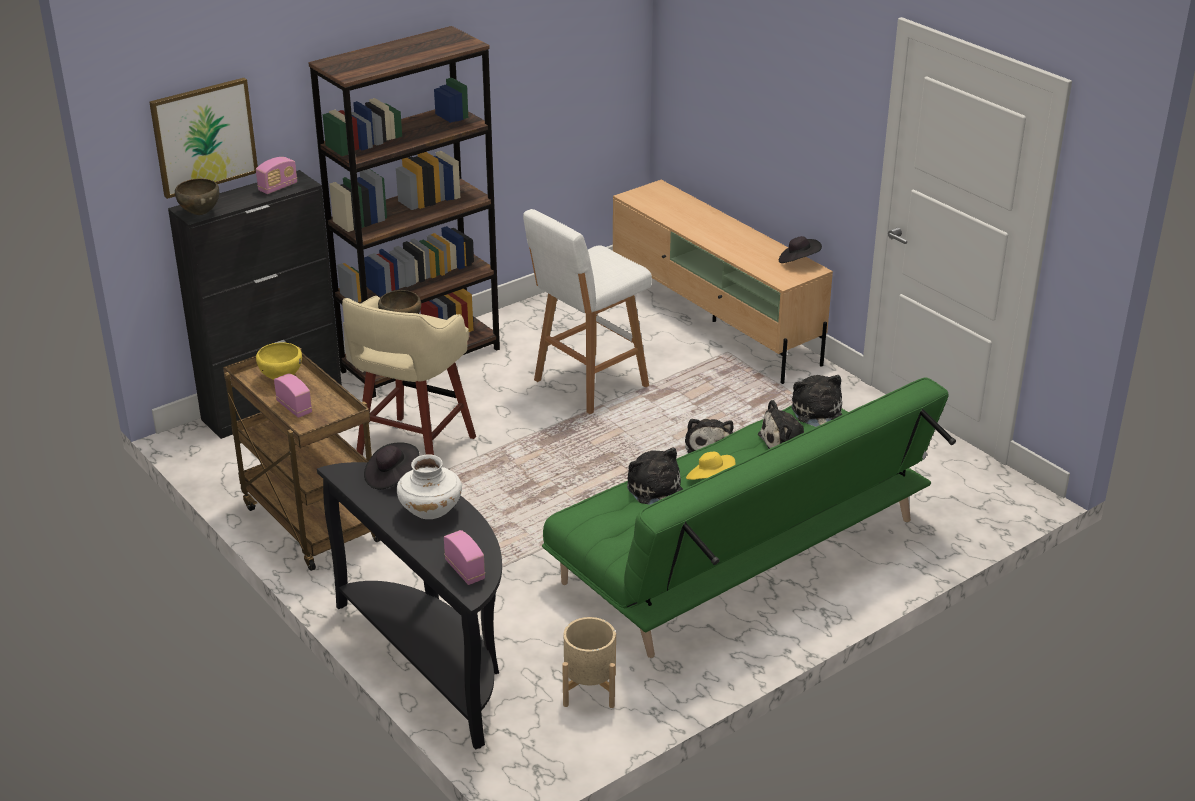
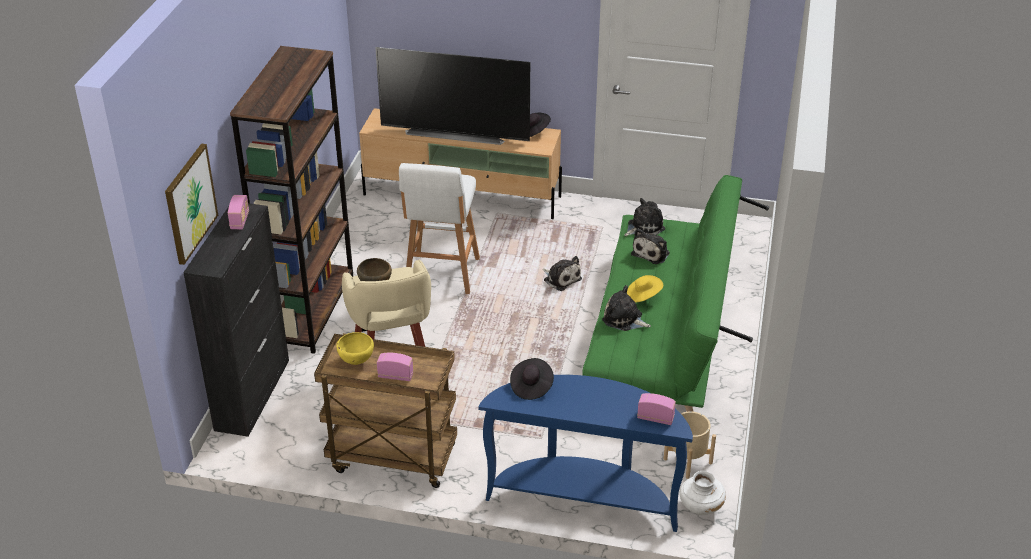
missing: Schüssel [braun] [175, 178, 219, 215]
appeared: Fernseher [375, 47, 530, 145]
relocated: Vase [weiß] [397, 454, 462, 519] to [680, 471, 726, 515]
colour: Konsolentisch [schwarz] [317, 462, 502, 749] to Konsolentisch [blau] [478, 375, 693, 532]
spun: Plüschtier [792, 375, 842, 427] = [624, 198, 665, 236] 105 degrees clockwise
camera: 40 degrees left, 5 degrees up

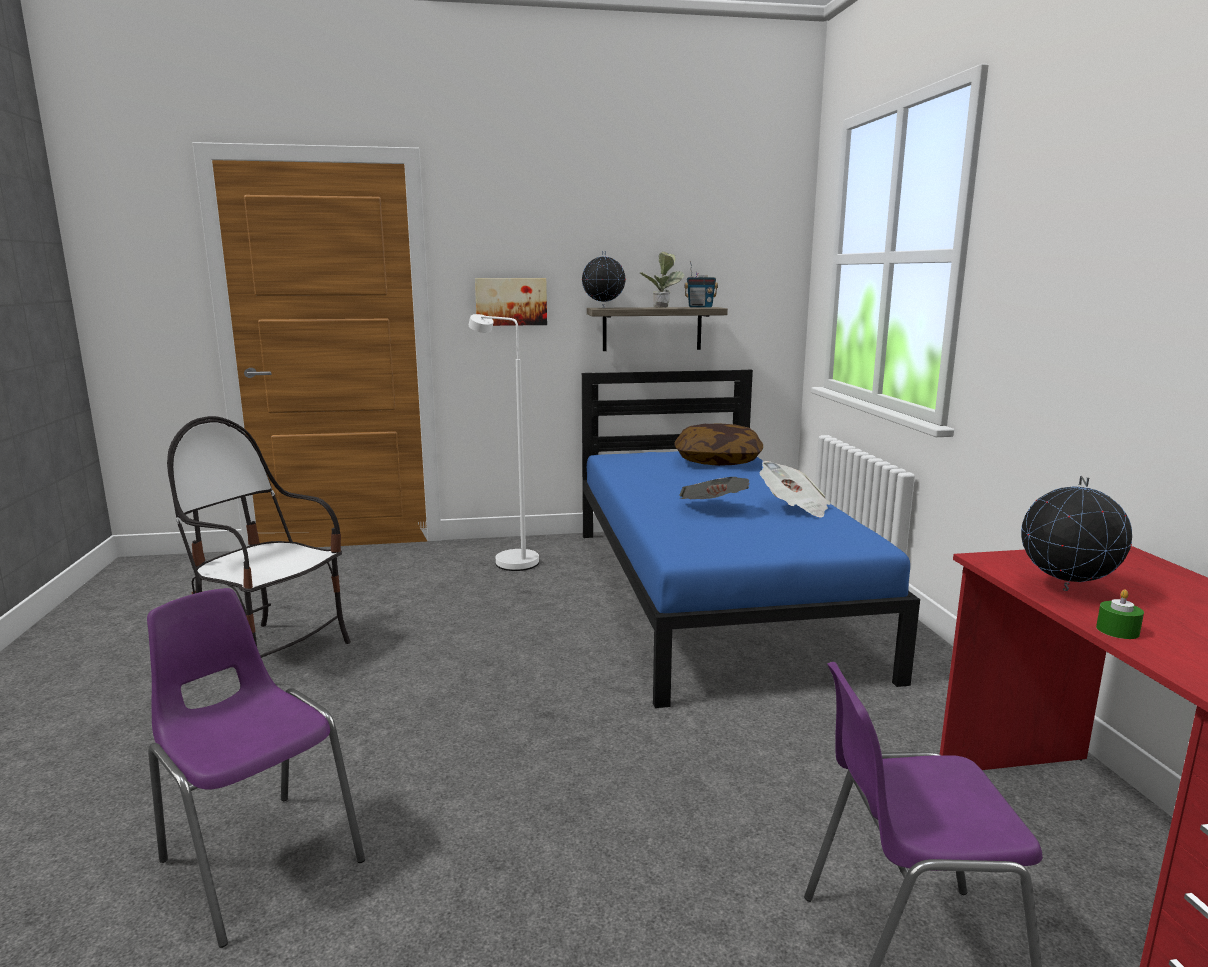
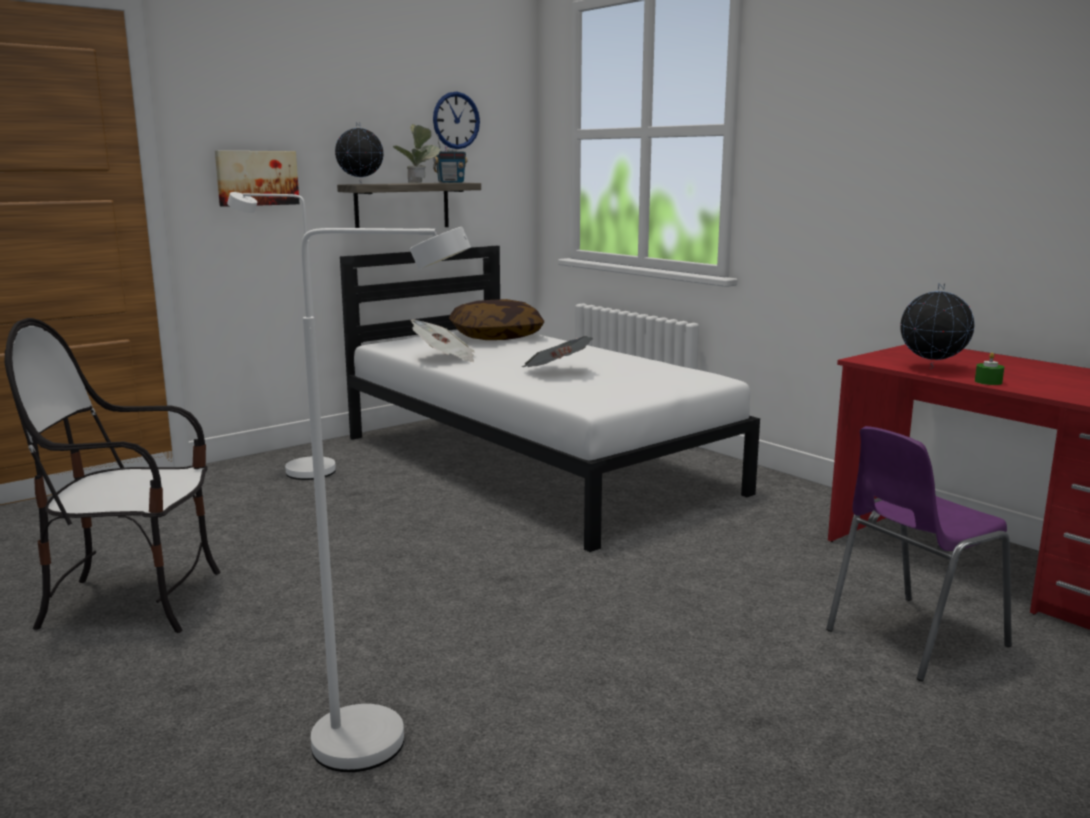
appeared: Wanduhr [433, 92, 480, 149]
relocated: Zeitung [759, 461, 831, 518] to [411, 319, 474, 362]
exchanged: Stuhl [lila] [147, 588, 365, 948] to Stehlampe [weiß] [302, 227, 471, 772]
colour: Bett [blau] [582, 370, 920, 708] to Bett [weiß] [340, 246, 760, 552]
camera: 30 degrees left, 0 degrees up

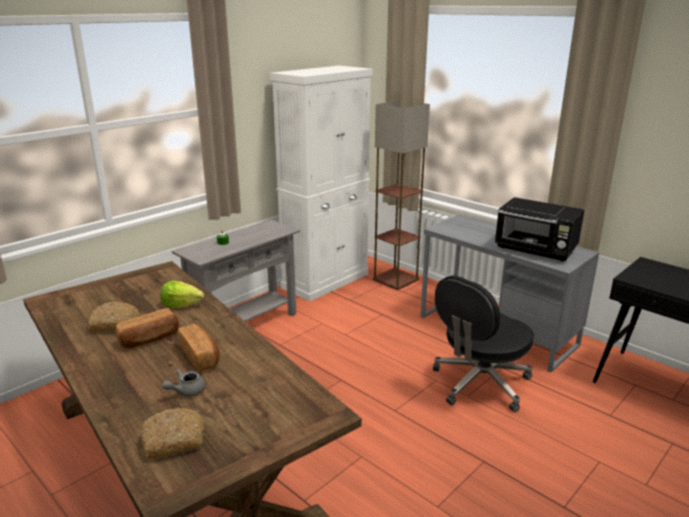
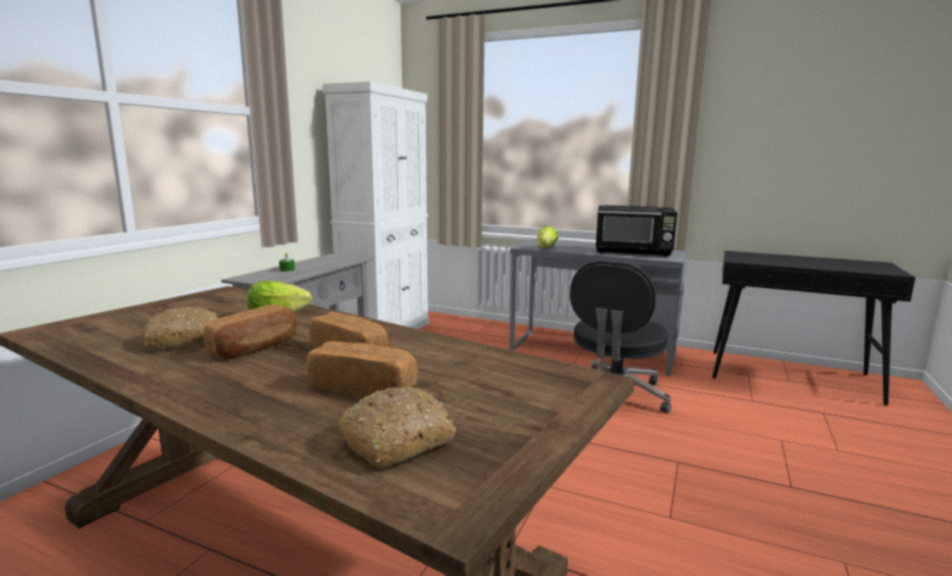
missing: Stehlampe [373, 100, 430, 290]
appeared: Salatkopf [537, 226, 558, 248]
exchanged: Teekanne [grau] [162, 369, 206, 397] to Brot [307, 341, 418, 396]
camera: 20 degrees left, 10 degrees down

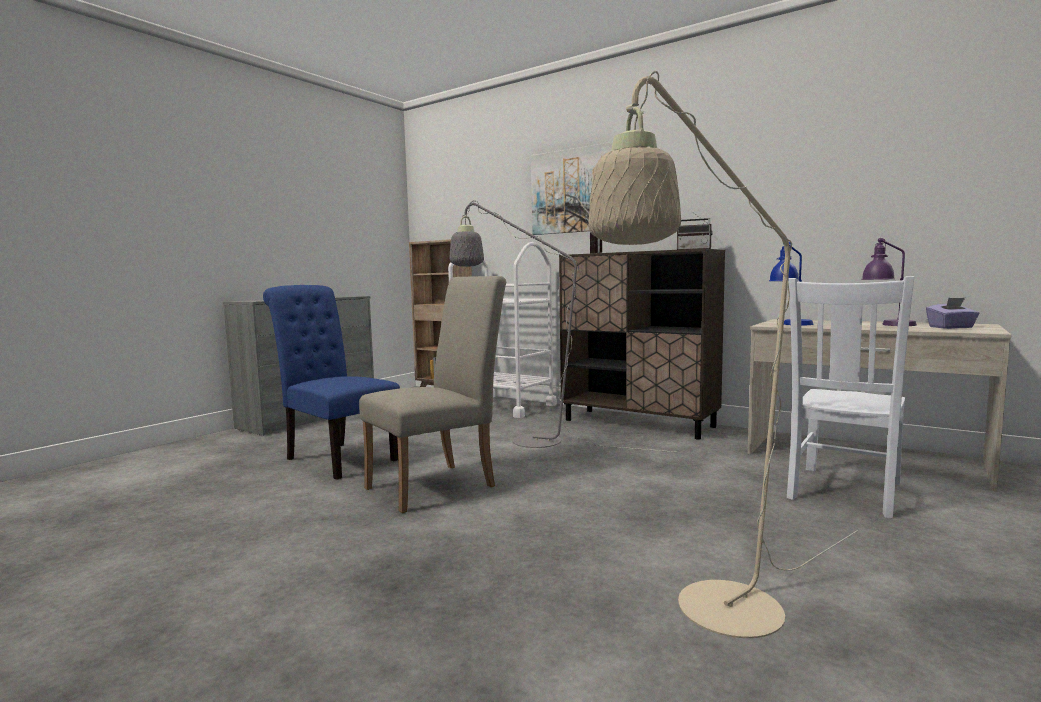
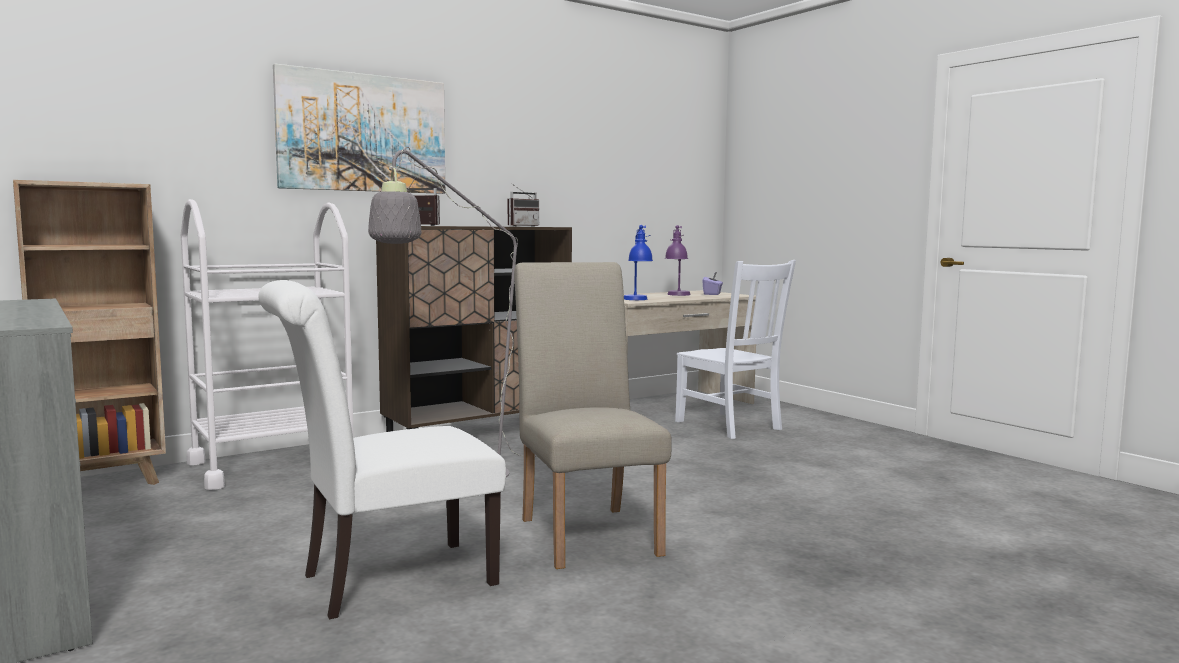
missing: Stehlampe [beige] [588, 71, 858, 638]
colour: Stuhl [blau] [263, 285, 400, 480] to Stuhl [weiß] [258, 280, 506, 620]
camera: 70 degrees left, 0 degrees up

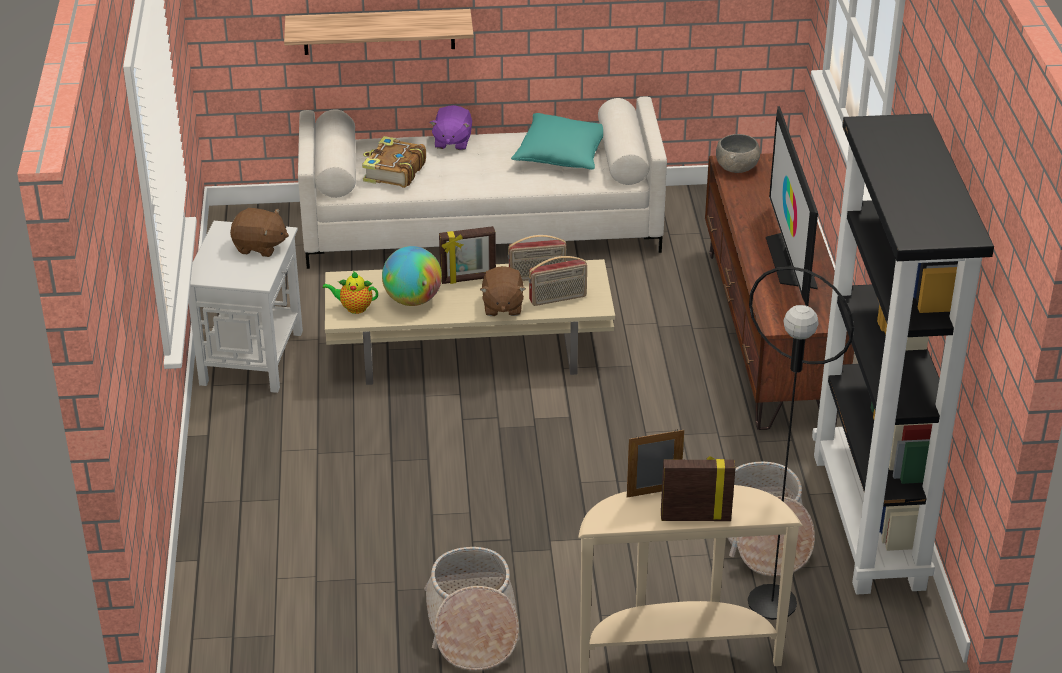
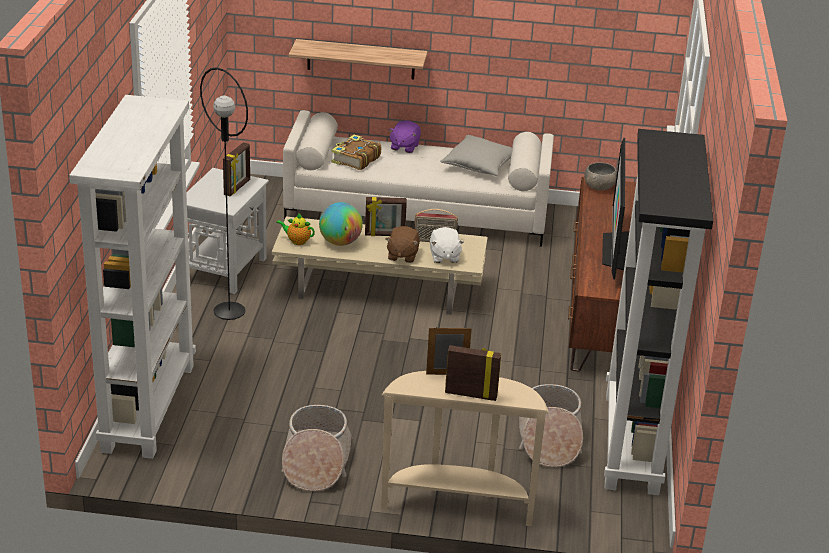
appeared: Bücherregal [weiß] [69, 95, 196, 459]
relocated: Stehlampe [schwarz] [748, 266, 854, 620] to [200, 67, 248, 320]
exchanged: Plüschtier [braun] [230, 208, 289, 257] to Bilderrahmen [223, 142, 250, 196]; Radio [529, 256, 587, 306] to Plüschtier [weiß] [430, 227, 464, 263]
colour: Kissen [türkis] [511, 113, 603, 170] to Kissen [grau] [440, 135, 513, 176]
camera: 10 degrees right, 5 degrees down

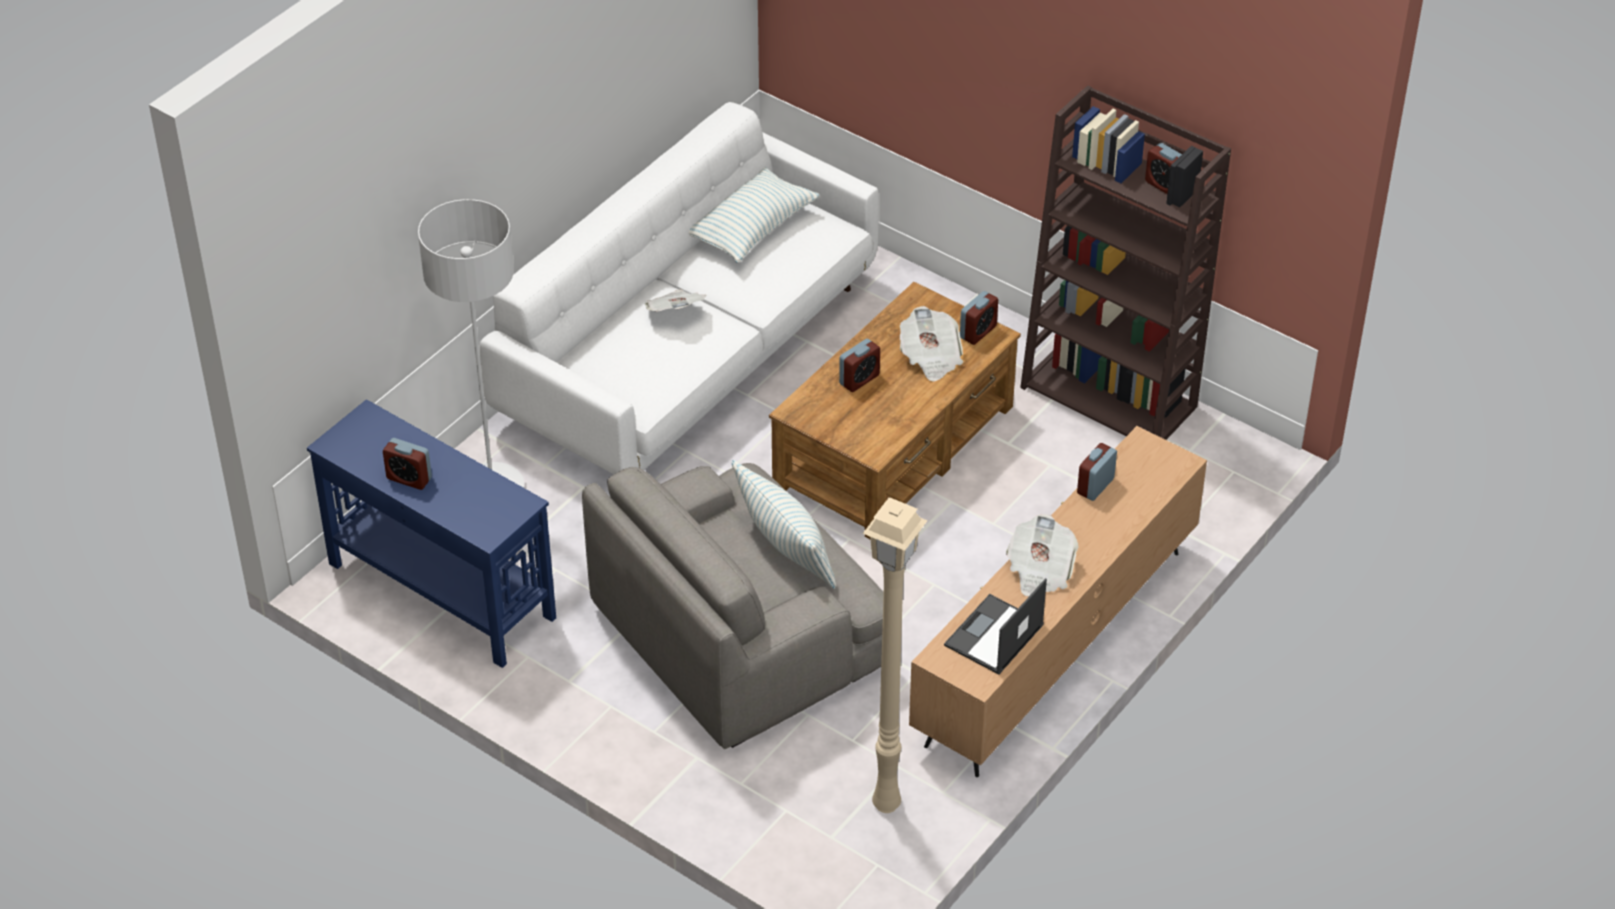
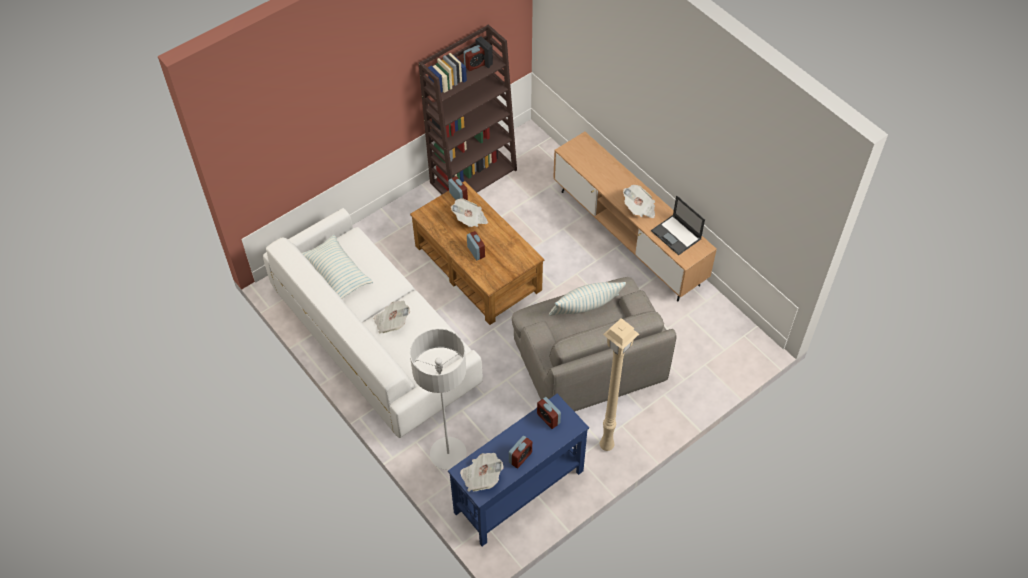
appeared: Zeitung [460, 453, 504, 492]
relocated: Stehlampe [beige] [863, 497, 928, 813] to [600, 318, 639, 451]; Wecker [1077, 443, 1117, 501] to [537, 397, 561, 429]
camera: 75 degrees left, 10 degrees up

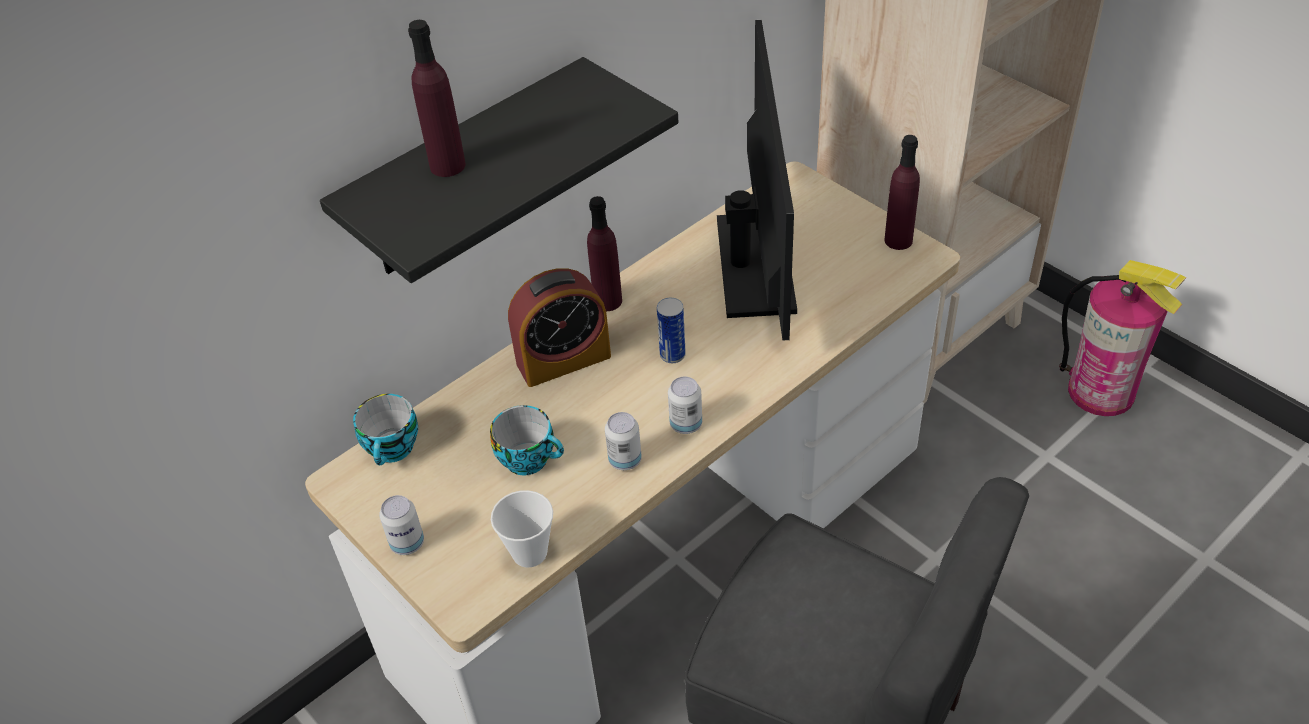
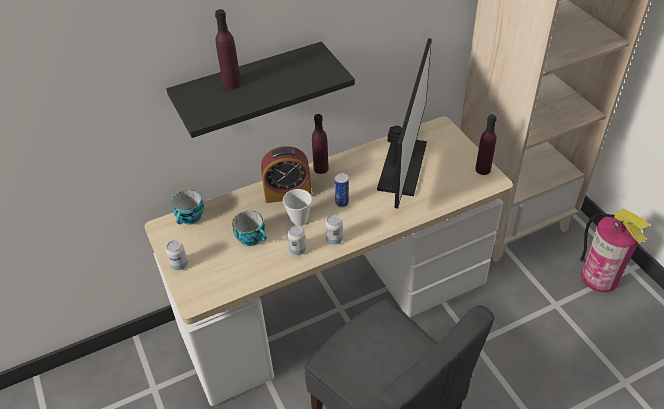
relocated: Tasse [491, 490, 553, 568] to [283, 189, 312, 226]
camera: 15 degrees right, 0 degrees up

